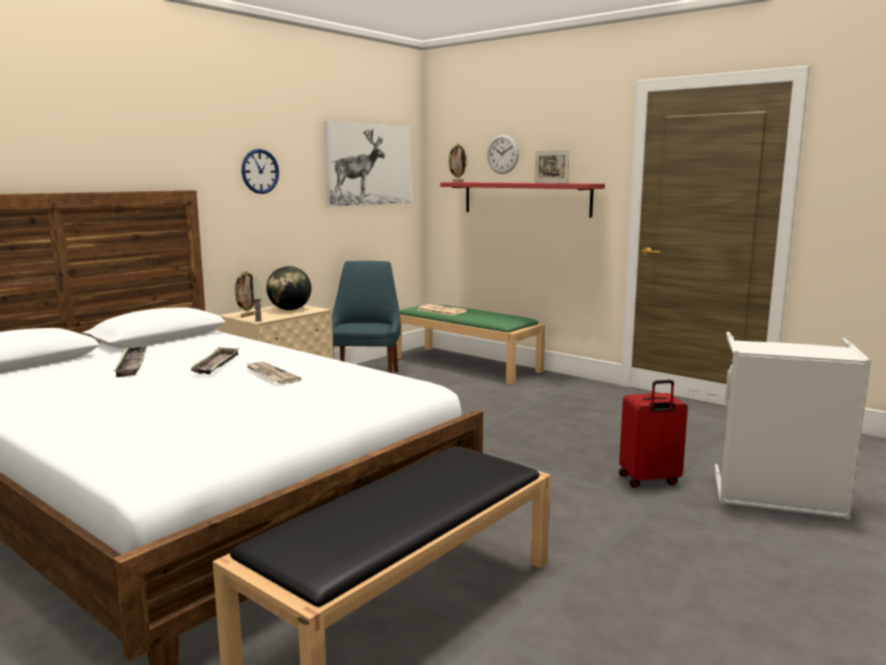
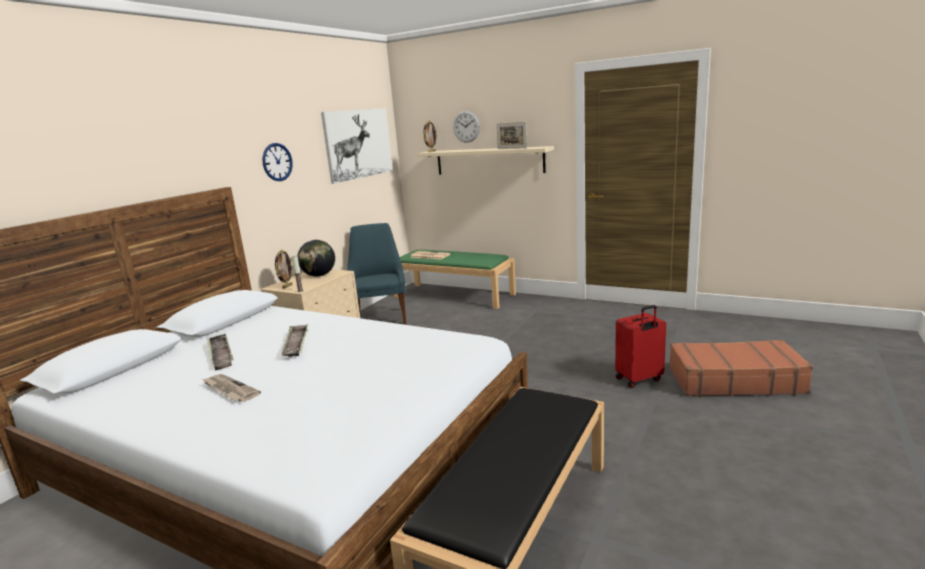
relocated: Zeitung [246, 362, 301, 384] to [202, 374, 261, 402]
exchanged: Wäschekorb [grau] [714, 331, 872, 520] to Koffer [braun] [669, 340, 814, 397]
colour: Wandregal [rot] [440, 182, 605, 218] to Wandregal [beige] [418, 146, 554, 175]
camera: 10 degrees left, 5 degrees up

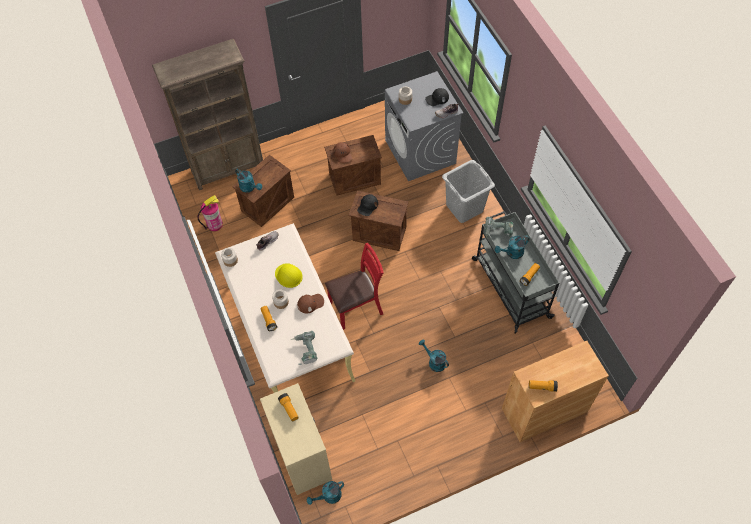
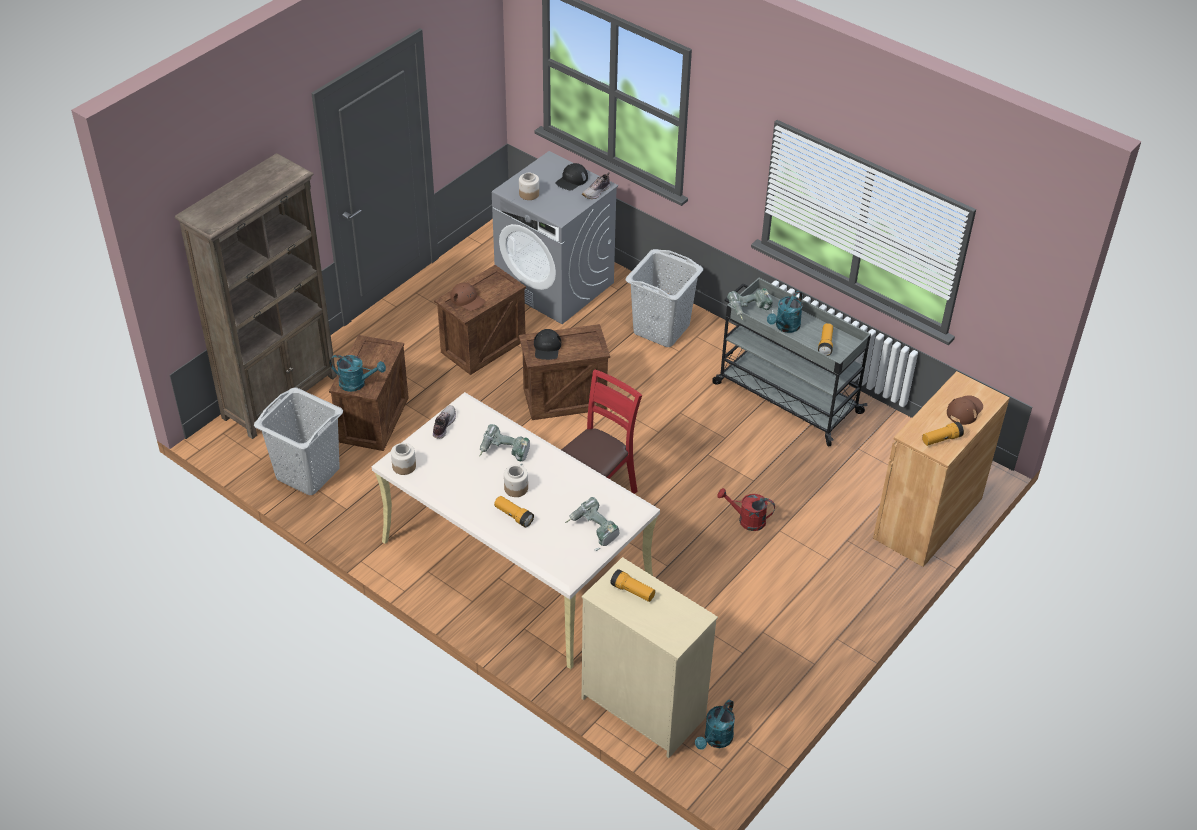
relocated: Kappe [braun] [297, 294, 324, 313] to [947, 395, 983, 425]
exchanged: Feuerlöscher [197, 195, 223, 231] to Wäschekorb [grau] [254, 388, 343, 495]; Schutzhelm [gelb] [275, 263, 303, 288] to Bohrmaschine [479, 424, 530, 466]
colour: Gießkanne [türkis] [419, 340, 449, 372] to Gießkanne [rot] [717, 488, 775, 531]
camera: 30 degrees left, 15 degrees down

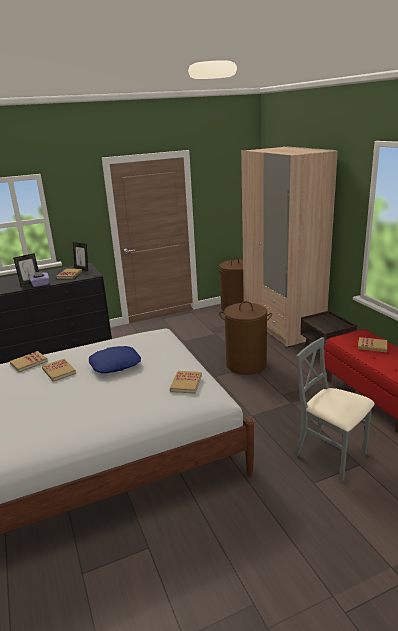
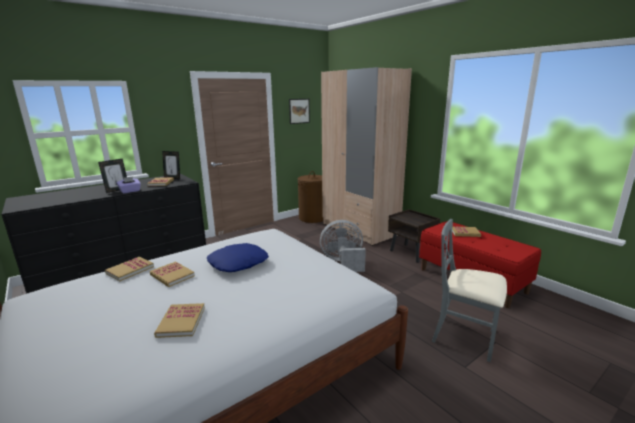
appeared: Bild [289, 99, 310, 124]
relocated: Buch [170, 371, 202, 394] to [154, 303, 205, 338]
exchanged: Wäschekorb [braun] [219, 301, 272, 375] to Ventilator [grau] [320, 220, 366, 272]
camera: 15 degrees left, 5 degrees down

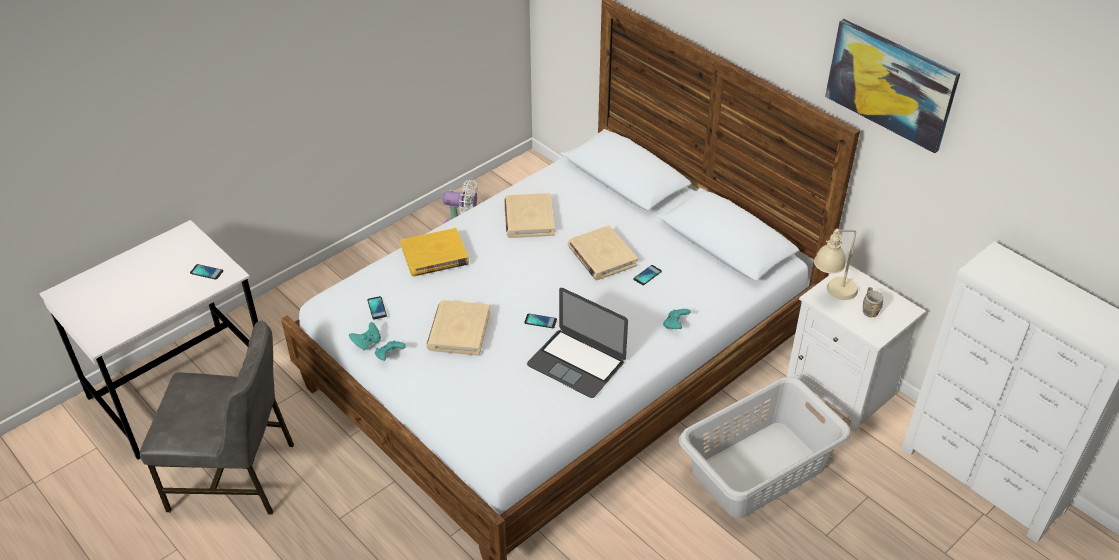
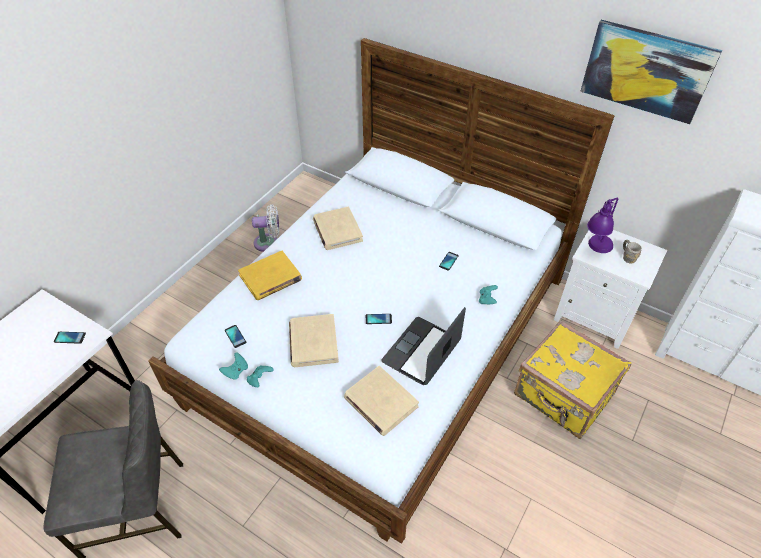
relocated: Buch [beige] [568, 225, 638, 280] to [344, 366, 419, 436]
exchanged: Wäschekorb [grau] [679, 377, 851, 518] to Koffer [gelb] [514, 320, 631, 439]
colour: Tischlampe [beige] [814, 229, 858, 300] to Tischlampe [lila] [587, 197, 618, 253]
spun: Laptop [527, 288, 628, 398] = [382, 307, 466, 385] 105 degrees clockwise
camera: 15 degrees left, 5 degrees up

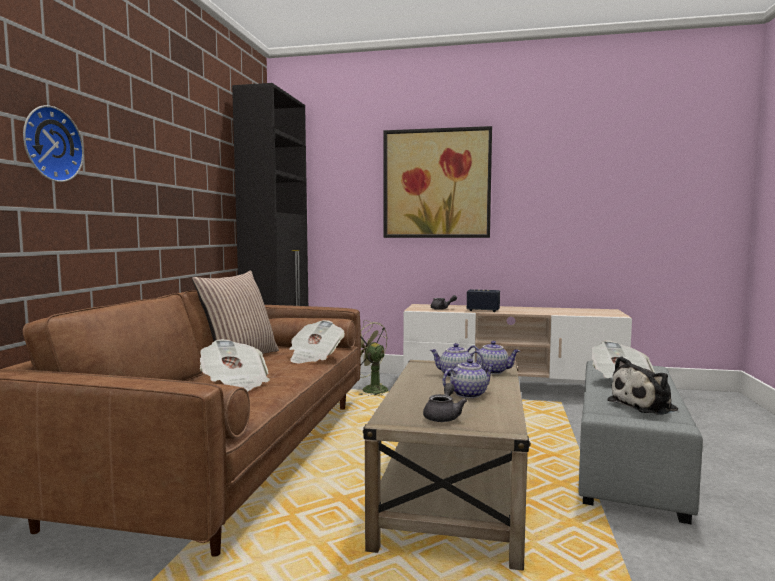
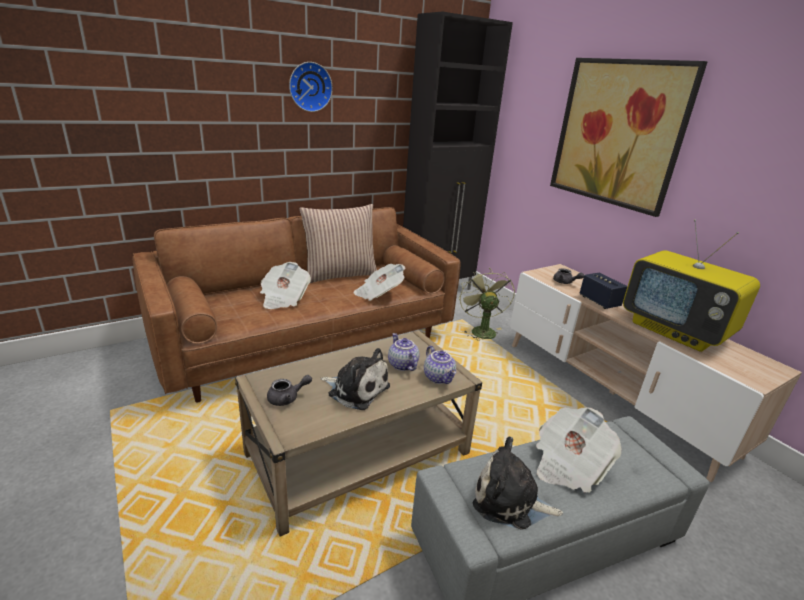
appeared: Fernseher [623, 220, 760, 352]
relocated: Wanduhr [23, 105, 84, 182] to [289, 62, 333, 112]
exchanged: Teekanne [443, 359, 495, 398] to Plüschtier [320, 348, 390, 410]
camera: 45 degrees right, 20 degrees up

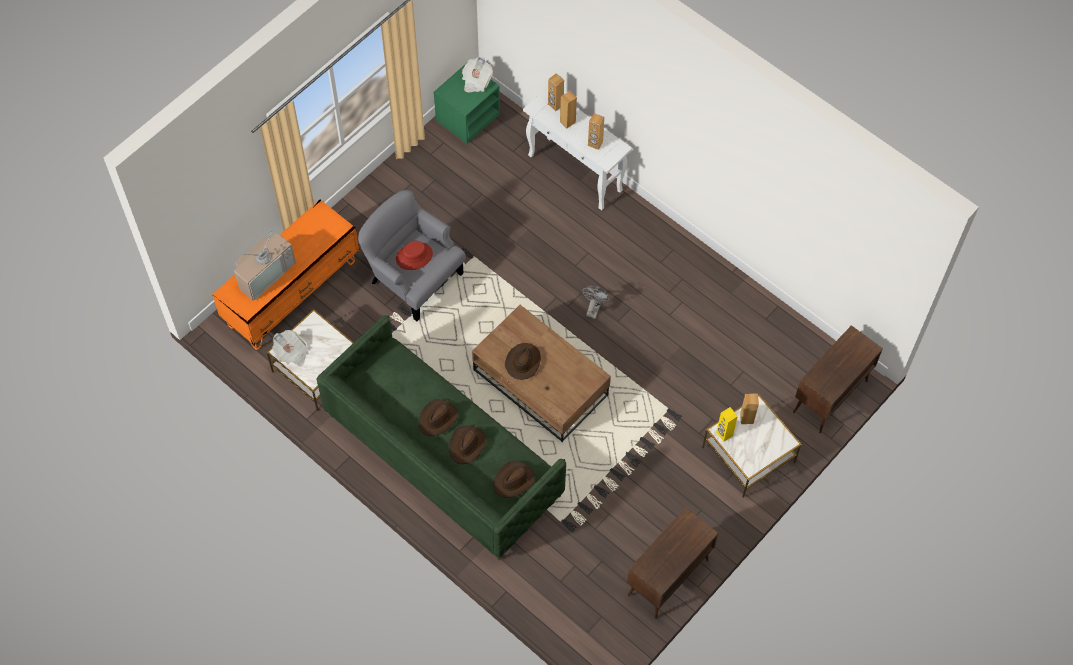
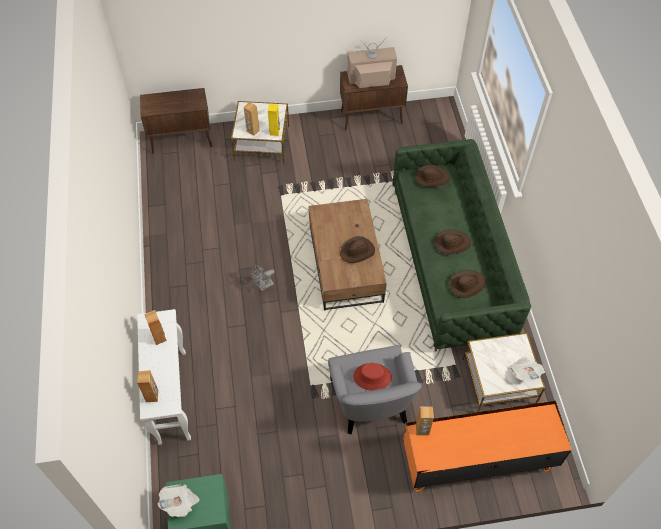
relocated: Fernseher [234, 229, 296, 301] to [347, 35, 397, 88]; Hut [braun] [449, 425, 487, 464] to [449, 270, 486, 298]; Lautsprecher [braun] [560, 91, 577, 128] to [416, 406, 434, 436]
camera: 140 degrees left, 5 degrees down

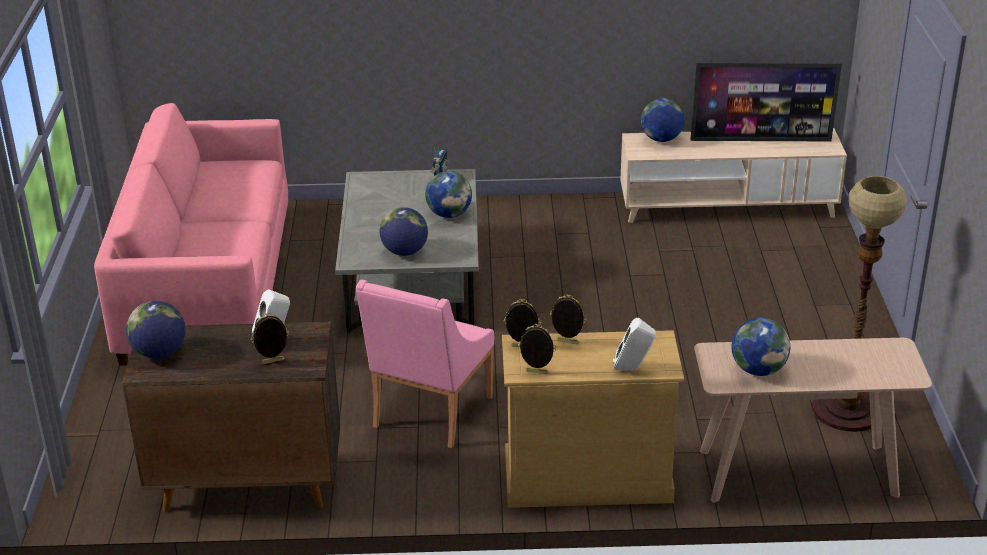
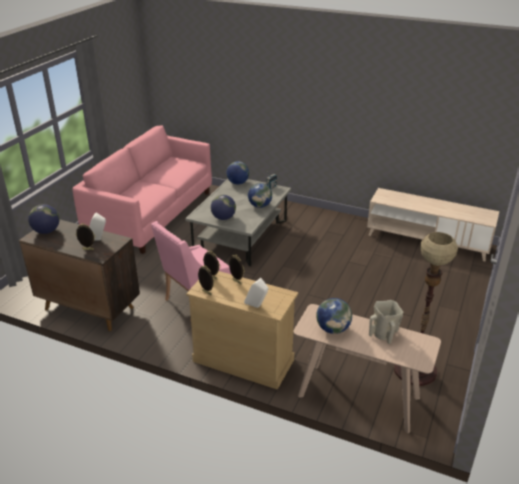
missing: Fernseher [690, 63, 842, 141]
appeared: Vase [beige] [369, 300, 403, 344]
relocated: Globus [641, 98, 684, 142] to [226, 161, 249, 185]
camera: 25 degrees right, 0 degrees up

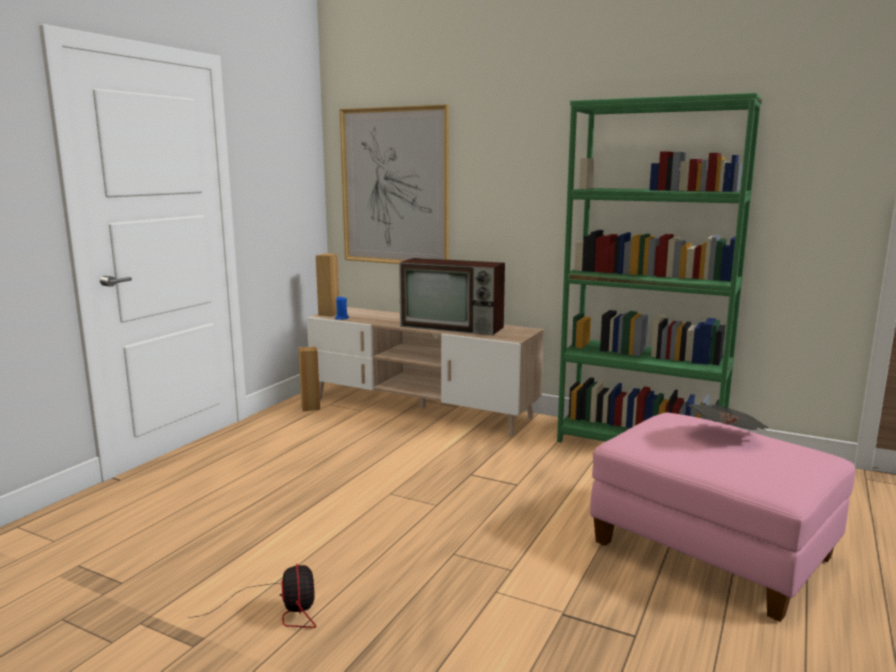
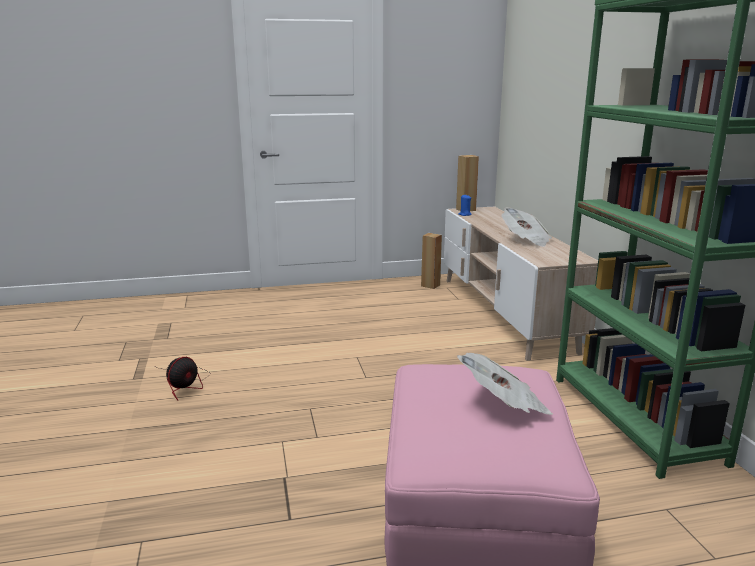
missing: Bild [339, 104, 449, 264]
exchanged: Fernseher [399, 258, 505, 335] to Zeitung [502, 207, 552, 247]
camera: 50 degrees right, 5 degrees up

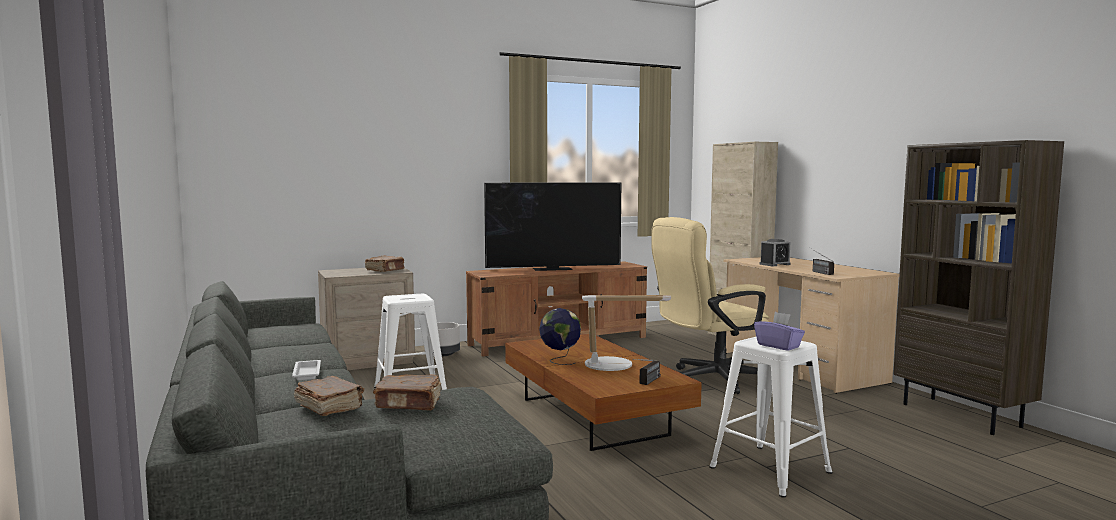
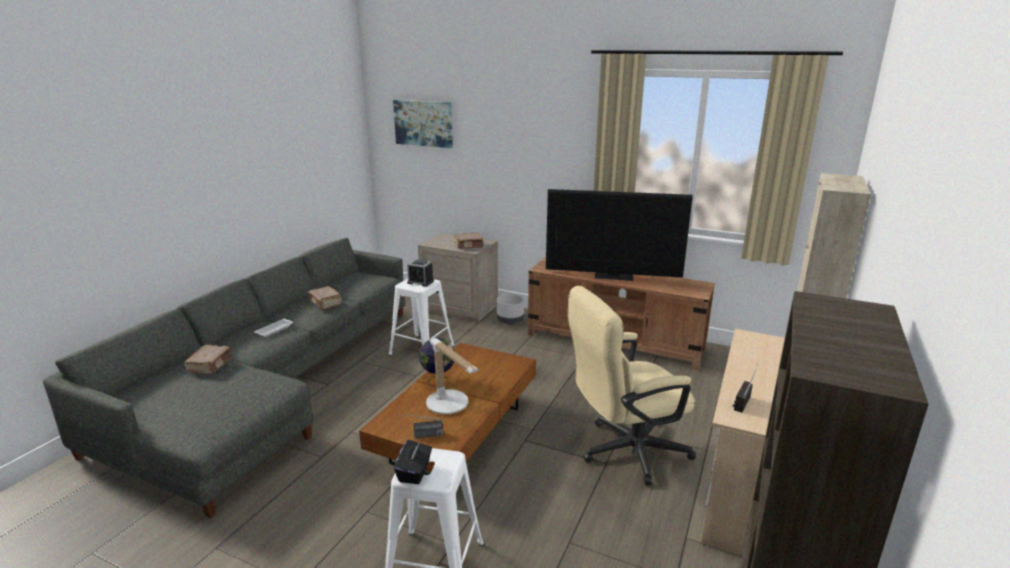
appeared: Bild [393, 100, 453, 148]
relocated: Buch [braun] [373, 374, 441, 410] to [307, 286, 342, 310]; Wecker [760, 239, 791, 266] to [407, 259, 434, 287]
colour: Taschentuchbox [lila] [754, 312, 805, 351] to Taschentuchbox [schwarz] [394, 440, 432, 484]
spun: Fernseher [484, 182, 621, 271] = [546, 189, 693, 281] 150 degrees clockwise; Bürostuhl [beige] [651, 217, 769, 394] = [568, 286, 696, 485] 45 degrees counterclockwise
camera: 50 degrees right, 15 degrees up

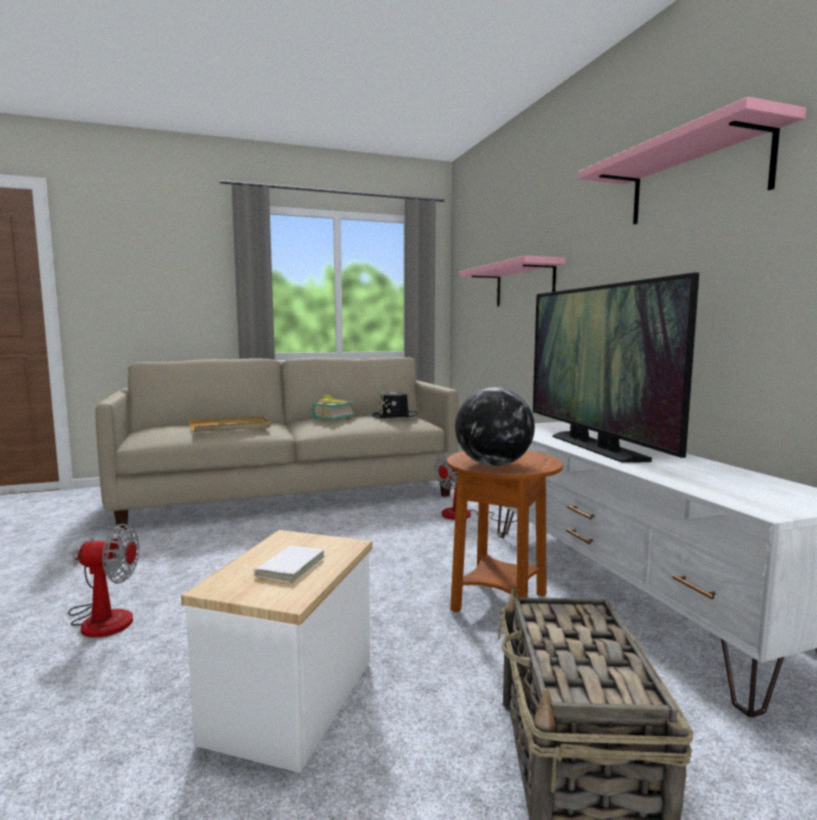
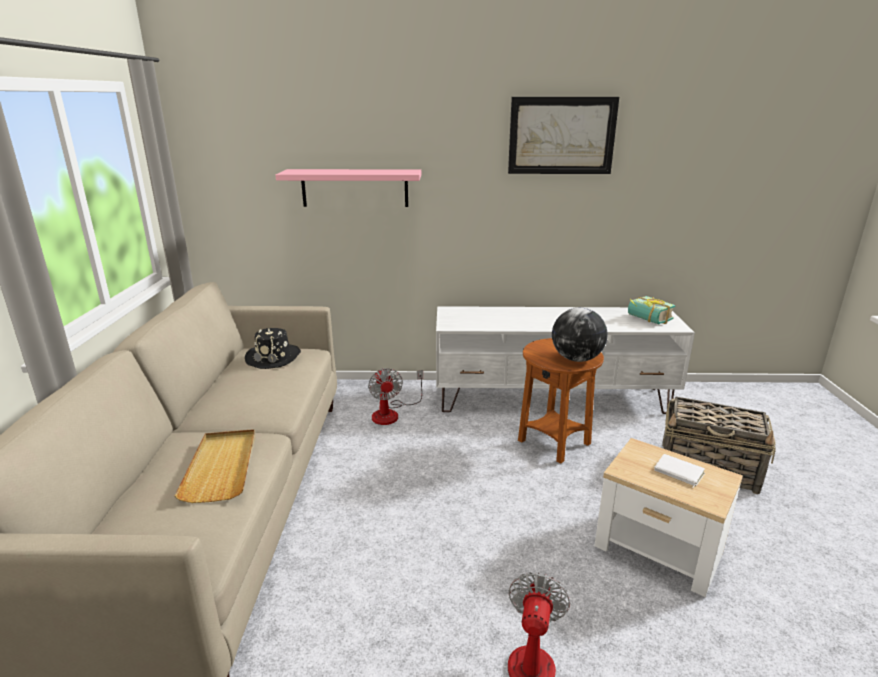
missing: Fernseher [533, 272, 699, 463]
relocated: Buch [312, 394, 355, 421] to [628, 296, 676, 324]
exchanged: Wandregal [rosa] [578, 97, 806, 225] to Bild [508, 97, 619, 174]
camera: 70 degrees left, 15 degrees up

